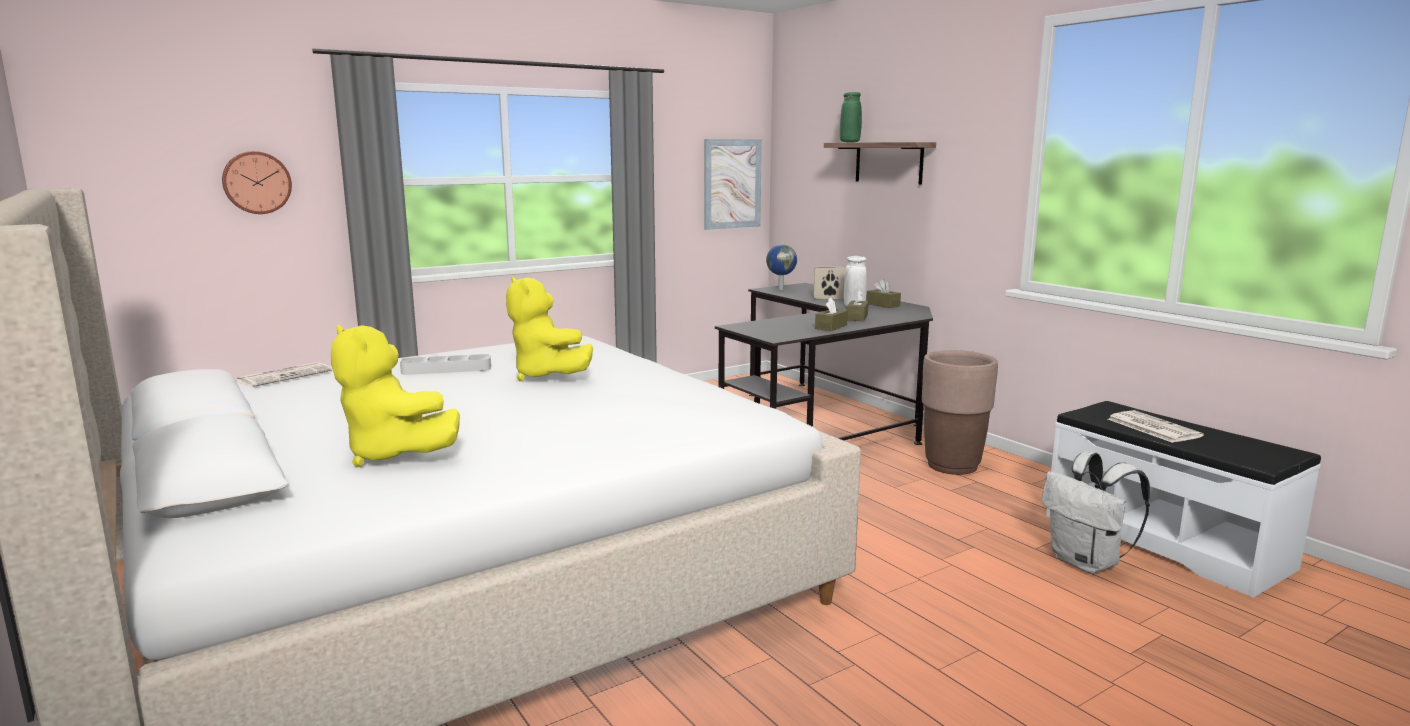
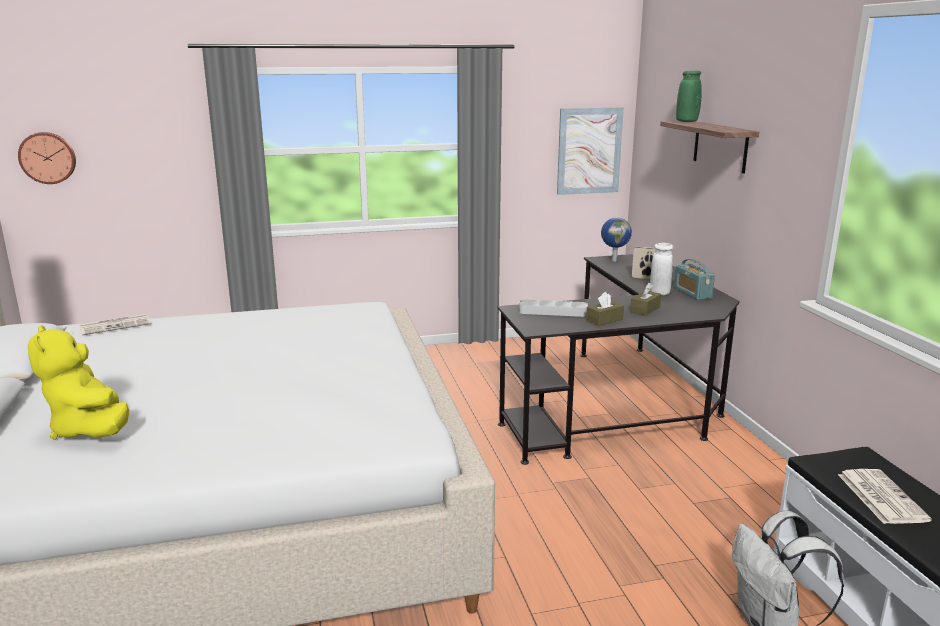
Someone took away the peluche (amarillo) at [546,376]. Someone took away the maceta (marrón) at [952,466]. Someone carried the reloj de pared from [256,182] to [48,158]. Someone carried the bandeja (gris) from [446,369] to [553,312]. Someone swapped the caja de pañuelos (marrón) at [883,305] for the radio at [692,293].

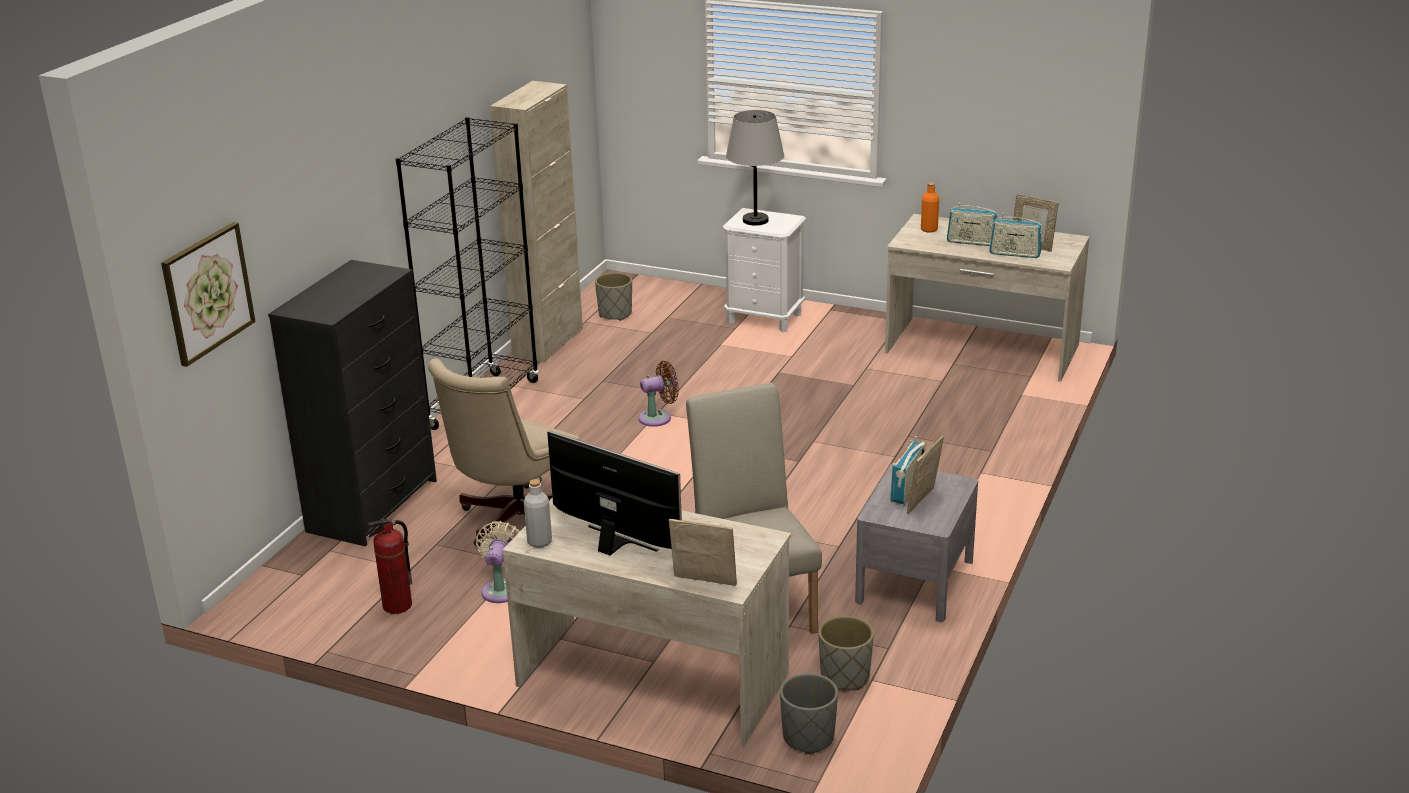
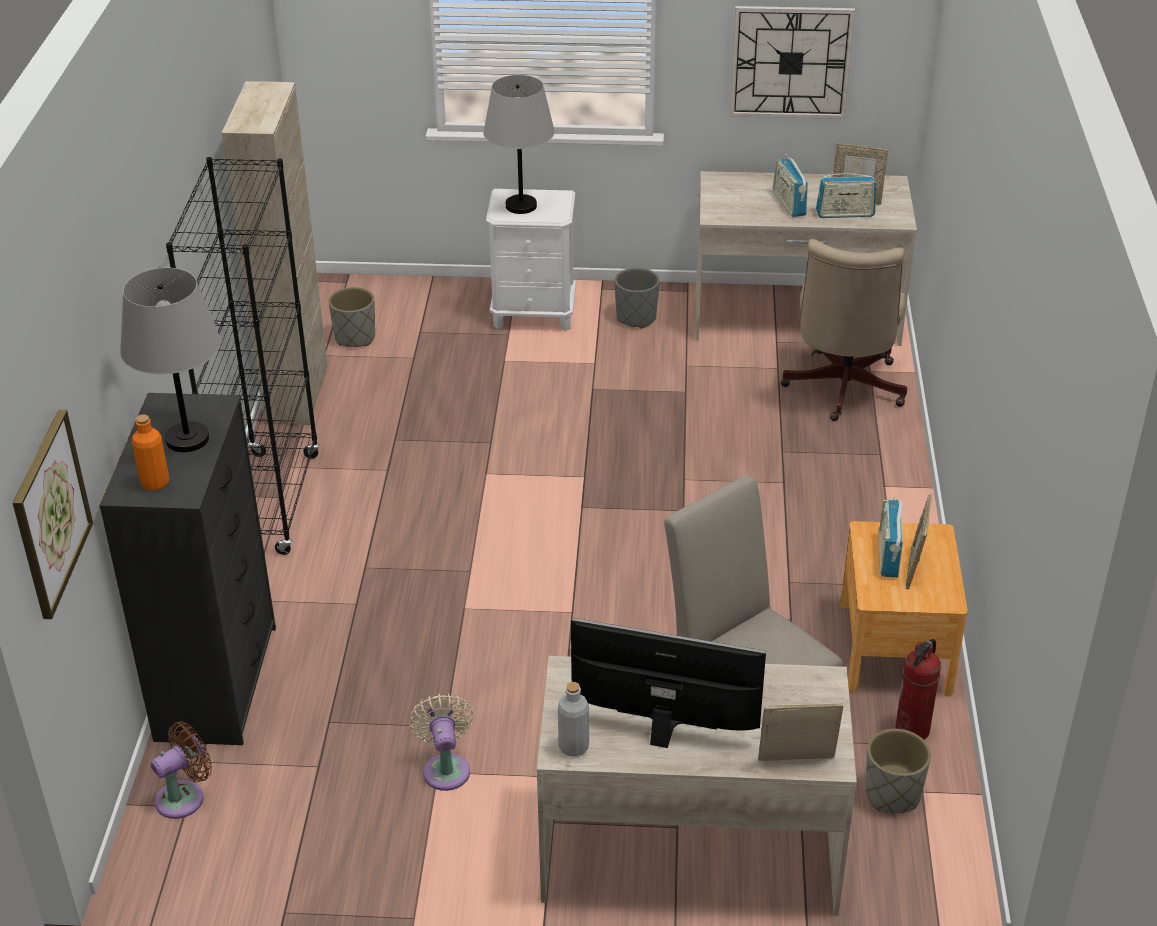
Someone put down the lámpara de mesa (gris) at [188,439]. Someone put up the reloj de pared at [790,62]. Someone carried the extintor from [397,606] to [913,730]. Someone carried the silla de oficina (beis) from [513,523] to [842,390]. Someone carried the ventilador (marrón) from [658,417] to [184,797]. Someone carried the maceta (gris) from [809,737] to [636,318]. Someone carried the botella (naranja) from [929,229] to [155,483]. Someone repainted the mesita de noche (gris) at [915,581], which became the mesita de noche (marrón) at [895,647]. Someone rotated the radio at [971,242] by 75 degrees clockwise.

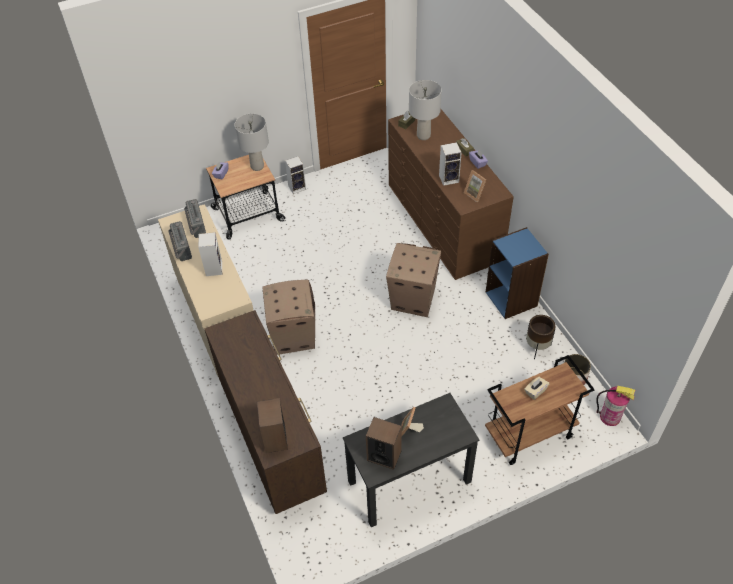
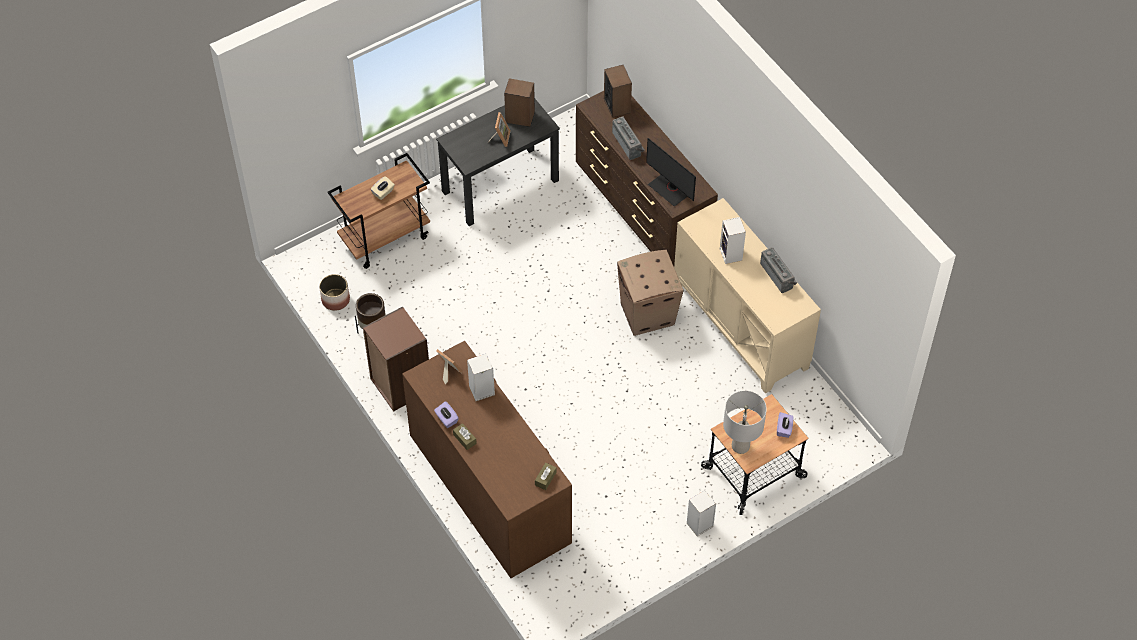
Someone took away the caja de cartón at [412,299]. Someone took away the lámpara de mesa (gris) at [423,135]. Someone took away the extintor at [610,417]. Someone put down the monitor at [670,189]. Someone carried the radio from [195,225] to [628,143]. Someone repainted the estantería (azul) at [511,299], which became the estantería (marrón) at [400,385].

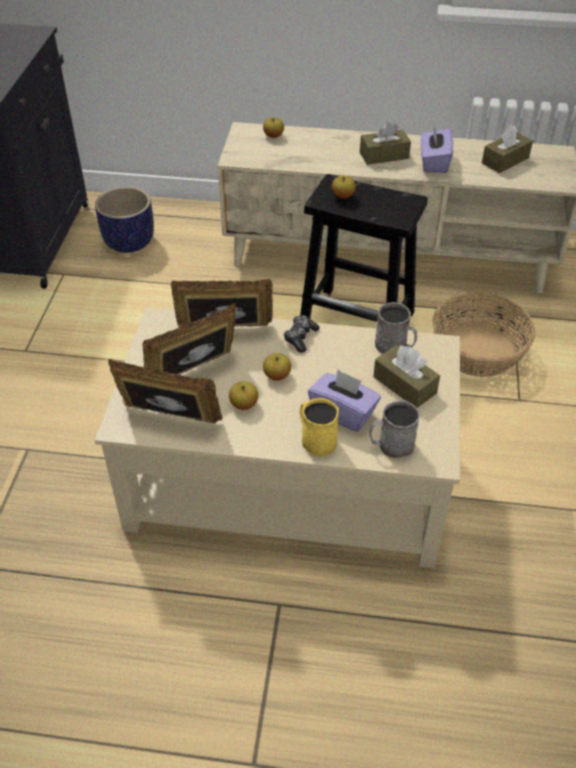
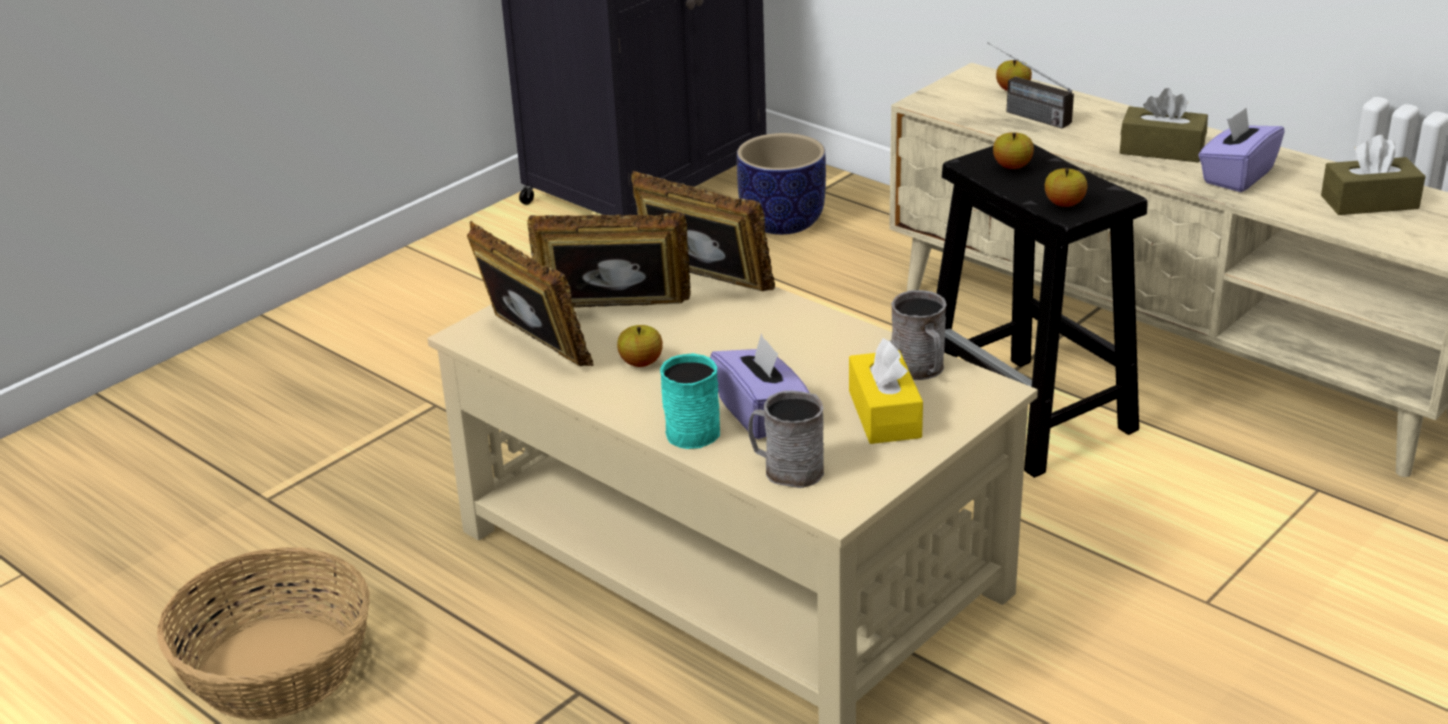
Someone took away the mando de consola at [300,337]. Someone put down the radio at [1022,113]. Someone carried the manzana from [277,375] to [1064,204]. Someone carried the cesta from [478,350] to [278,667]. Someone repainted the taza grande (amarillo) at [315,439], which became the taza grande (turquesa) at [691,428]. Someone repainted the caja de pañuelos (marrón) at [404,385], which became the caja de pañuelos (amarillo) at [884,414].

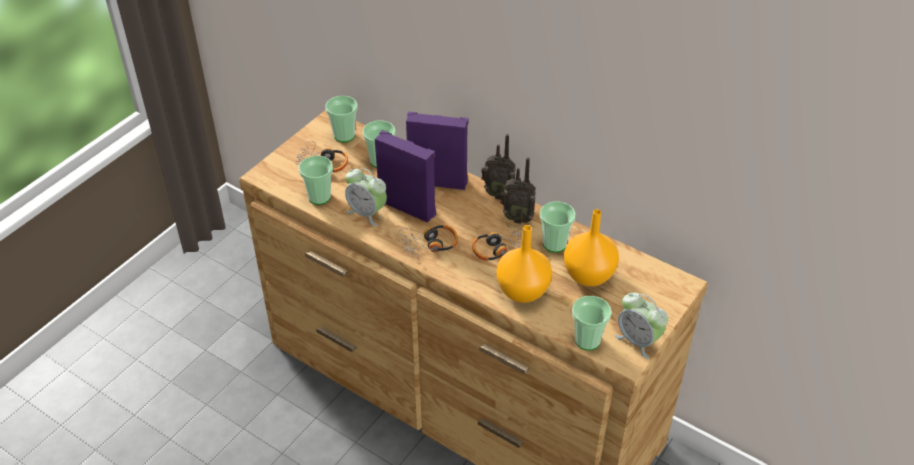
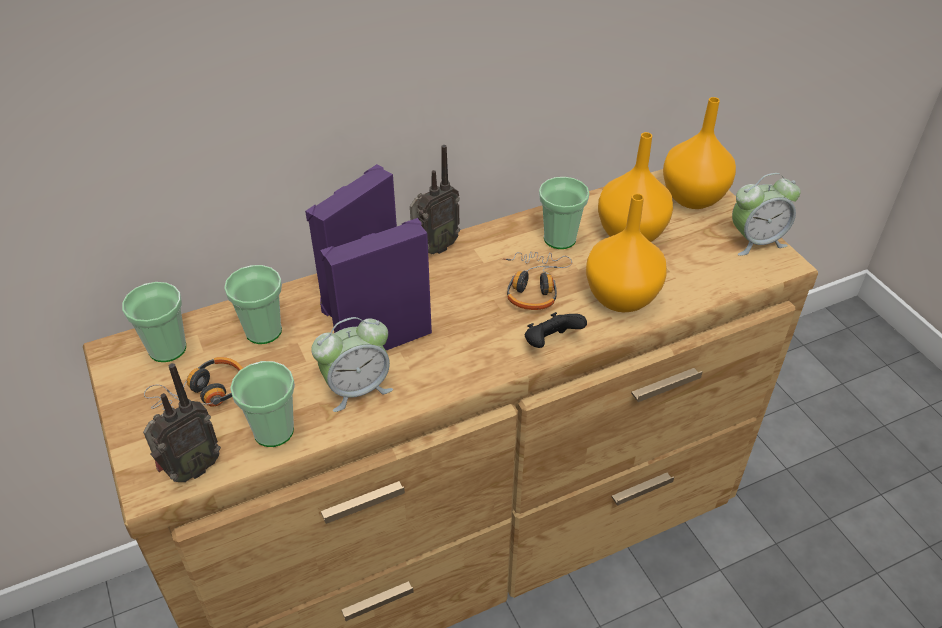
Someone took away the auriculares at [429,245]. Someone took away the taza at [587,340]. Someone put down the mando de consola (negro) at [550,343]. Someone put down the florero (naranja) at [692,197]. Someone carried the radio from [517,218] to [190,469].

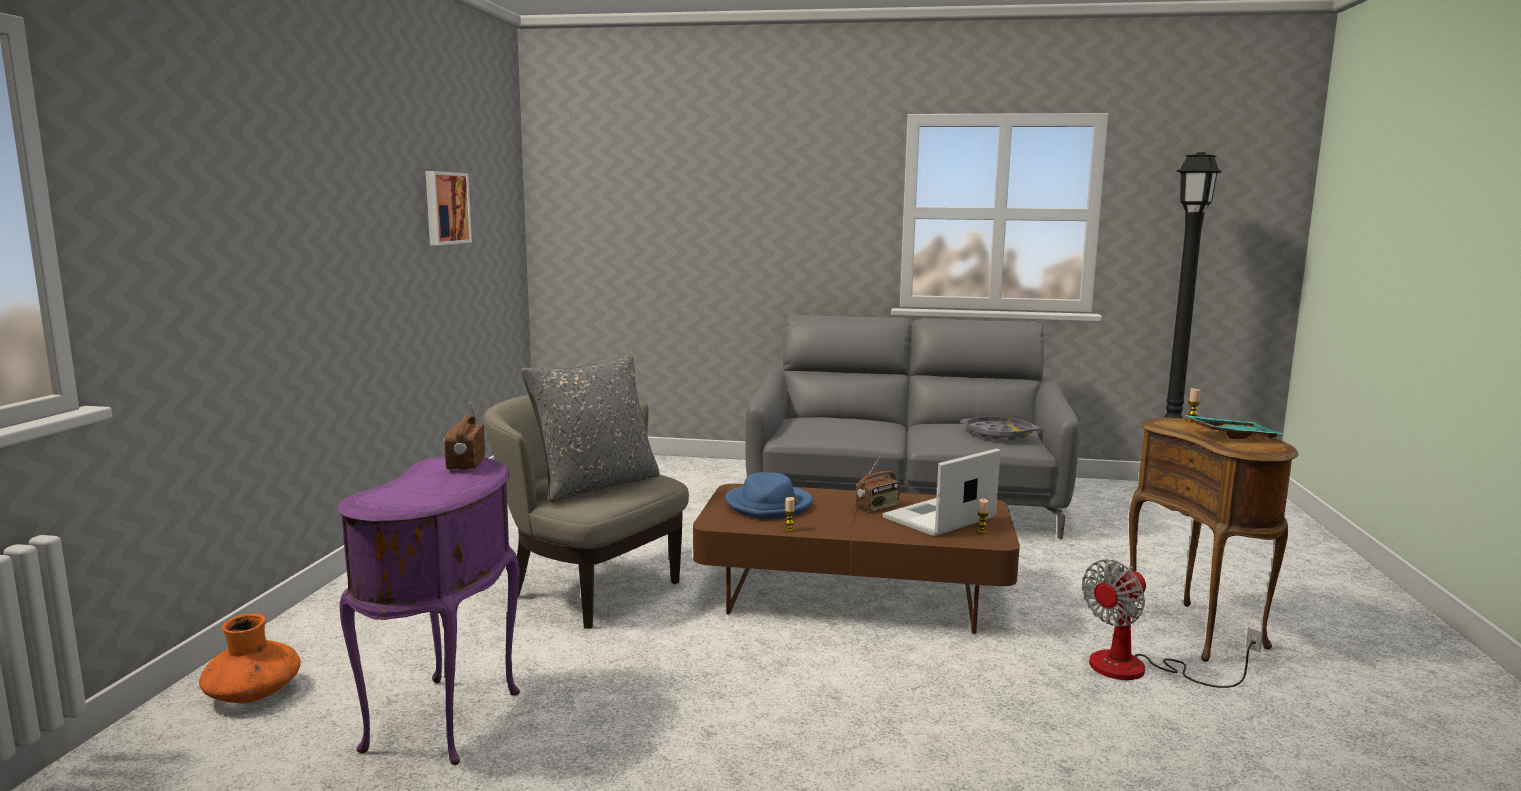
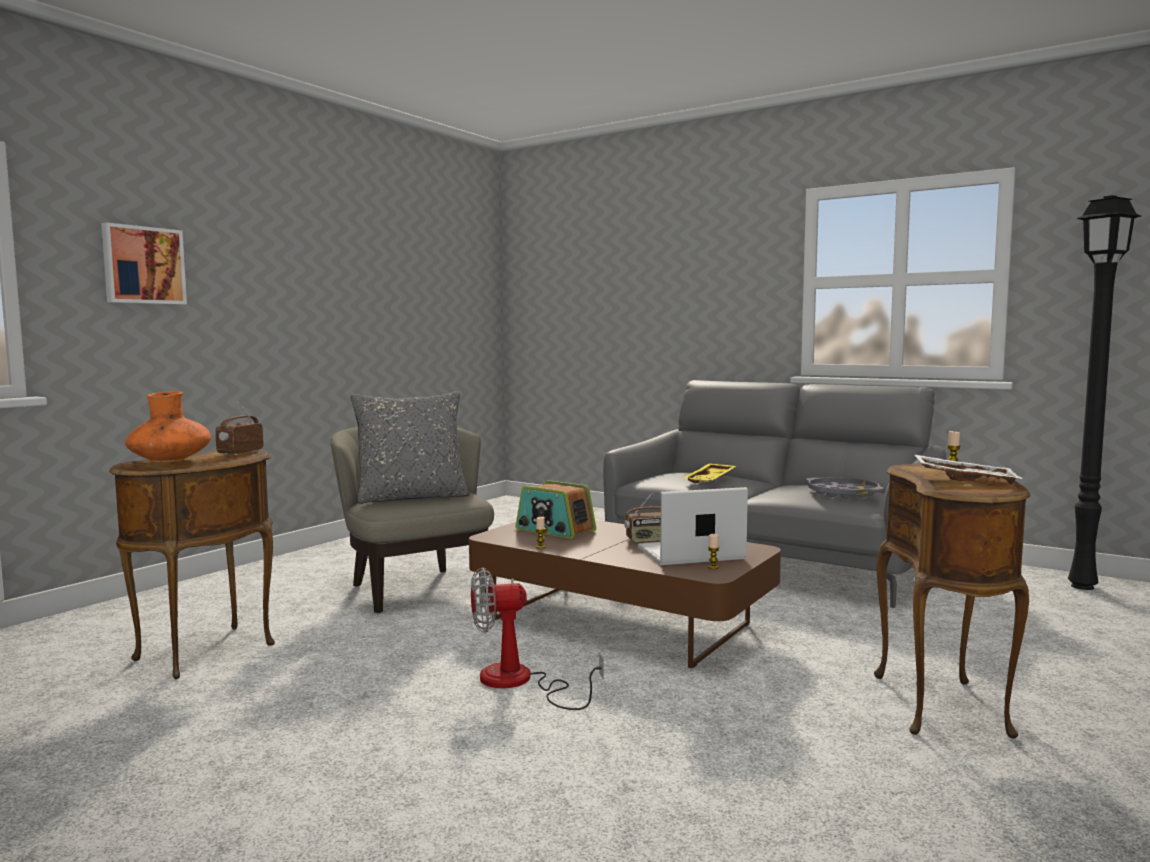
Someone put down the bandeja (amarillo) at [711,480]. Someone carried the florero (naranja) from [253,694] to [170,461]. Someone carried the cuadro from [445,208] to [143,265]. Someone carried the ventilador from [1139,669] to [519,682]. Someone swapped the sombrero (azul) at [769,505] for the radio at [555,530]. Someone repainted the mesa auxiliar (morado) at [449,721], which became the mesa auxiliar (marrón) at [208,653]. Someone repainted the bandeja (turquesa) at [1230,436], which became the bandeja (blanco) at [965,479].

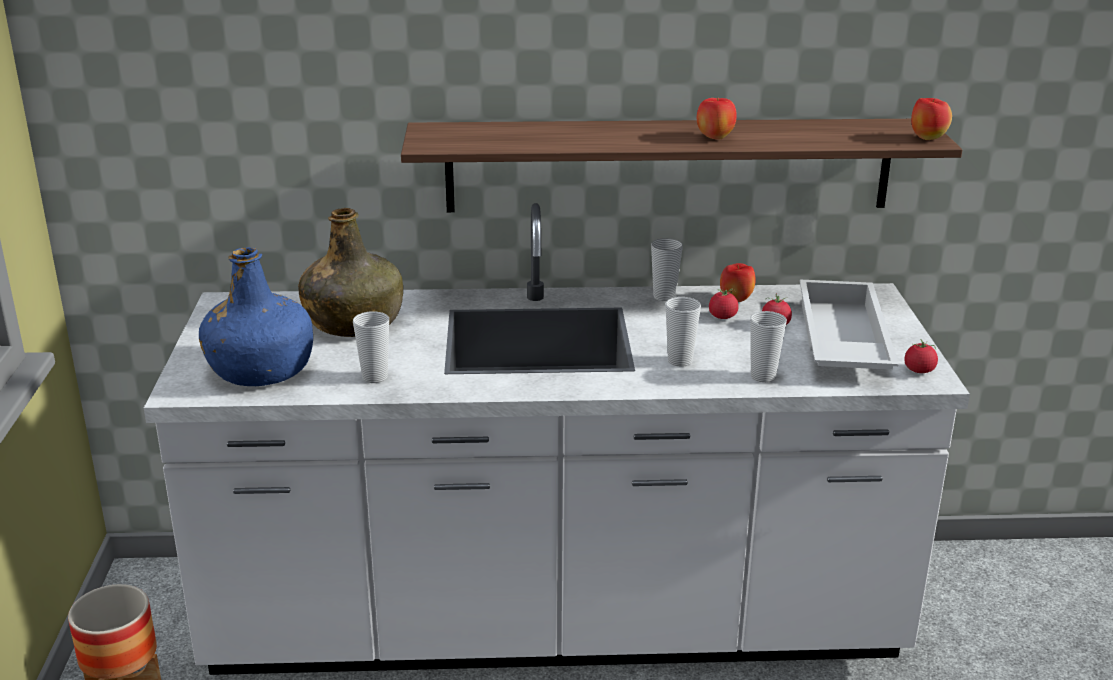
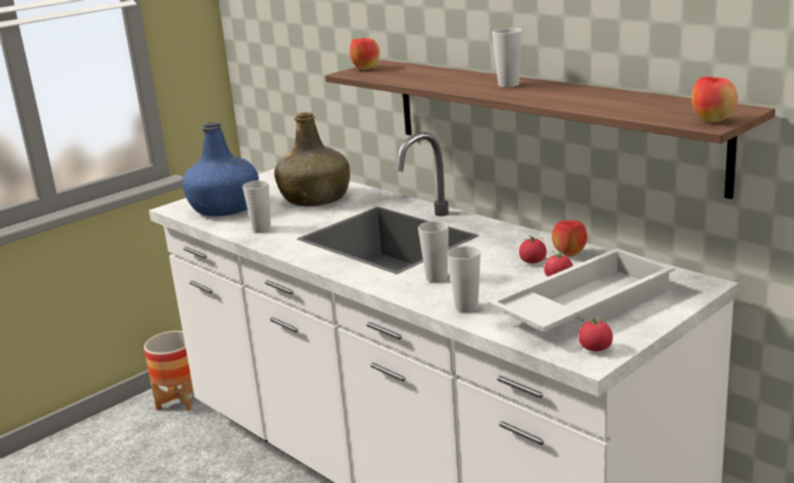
Someone carried the taza from [664,297] to [508,85]. Someone carried the manzana from [715,138] to [365,69].

